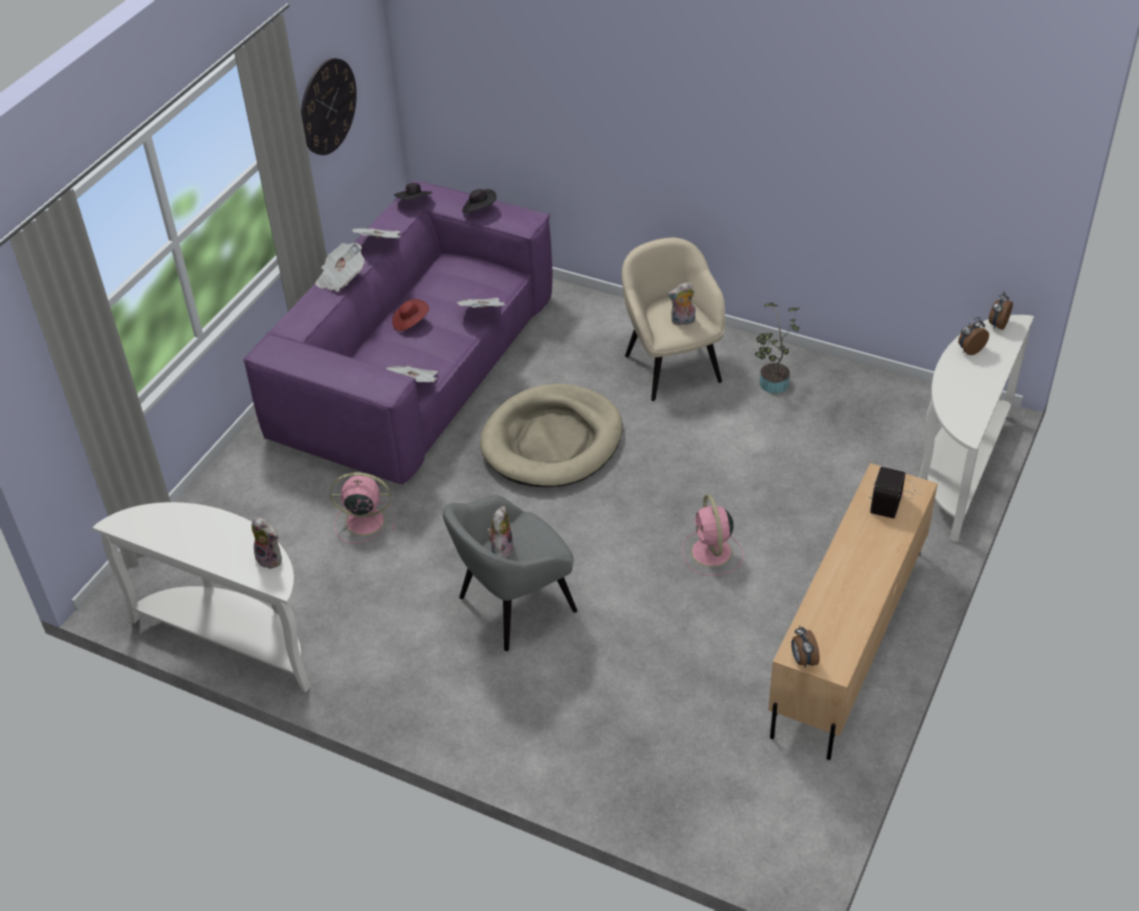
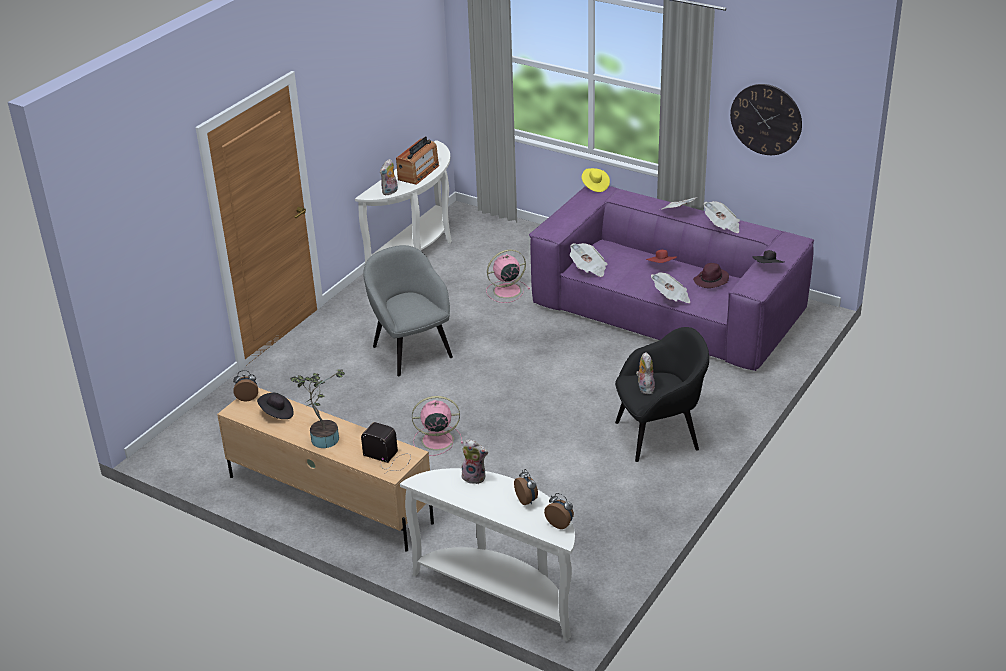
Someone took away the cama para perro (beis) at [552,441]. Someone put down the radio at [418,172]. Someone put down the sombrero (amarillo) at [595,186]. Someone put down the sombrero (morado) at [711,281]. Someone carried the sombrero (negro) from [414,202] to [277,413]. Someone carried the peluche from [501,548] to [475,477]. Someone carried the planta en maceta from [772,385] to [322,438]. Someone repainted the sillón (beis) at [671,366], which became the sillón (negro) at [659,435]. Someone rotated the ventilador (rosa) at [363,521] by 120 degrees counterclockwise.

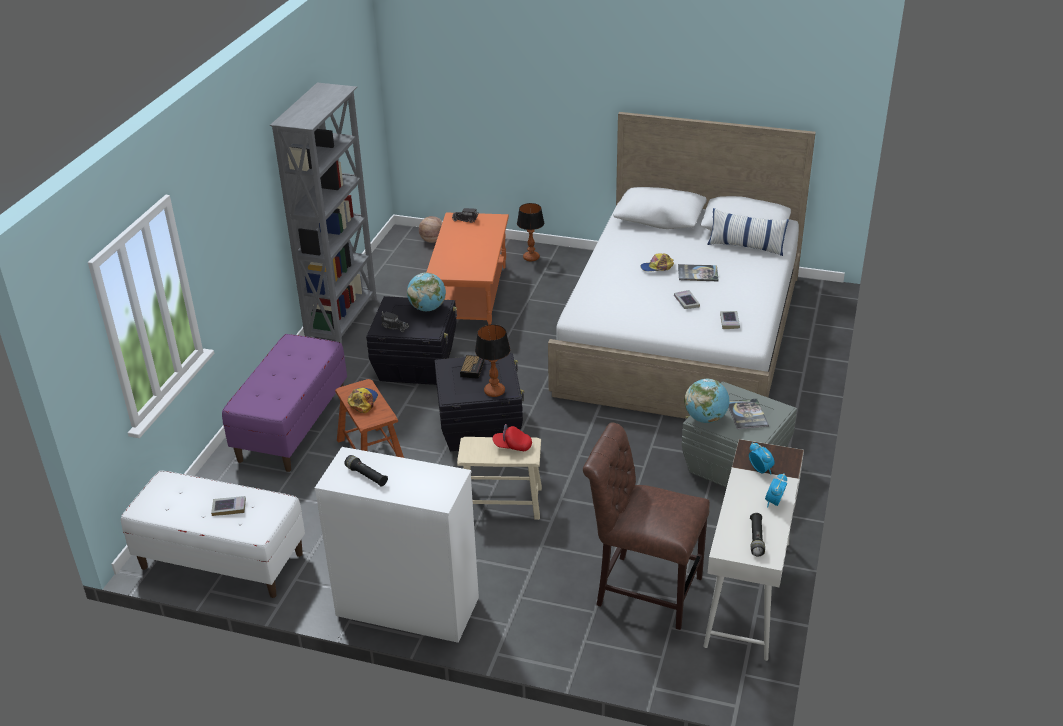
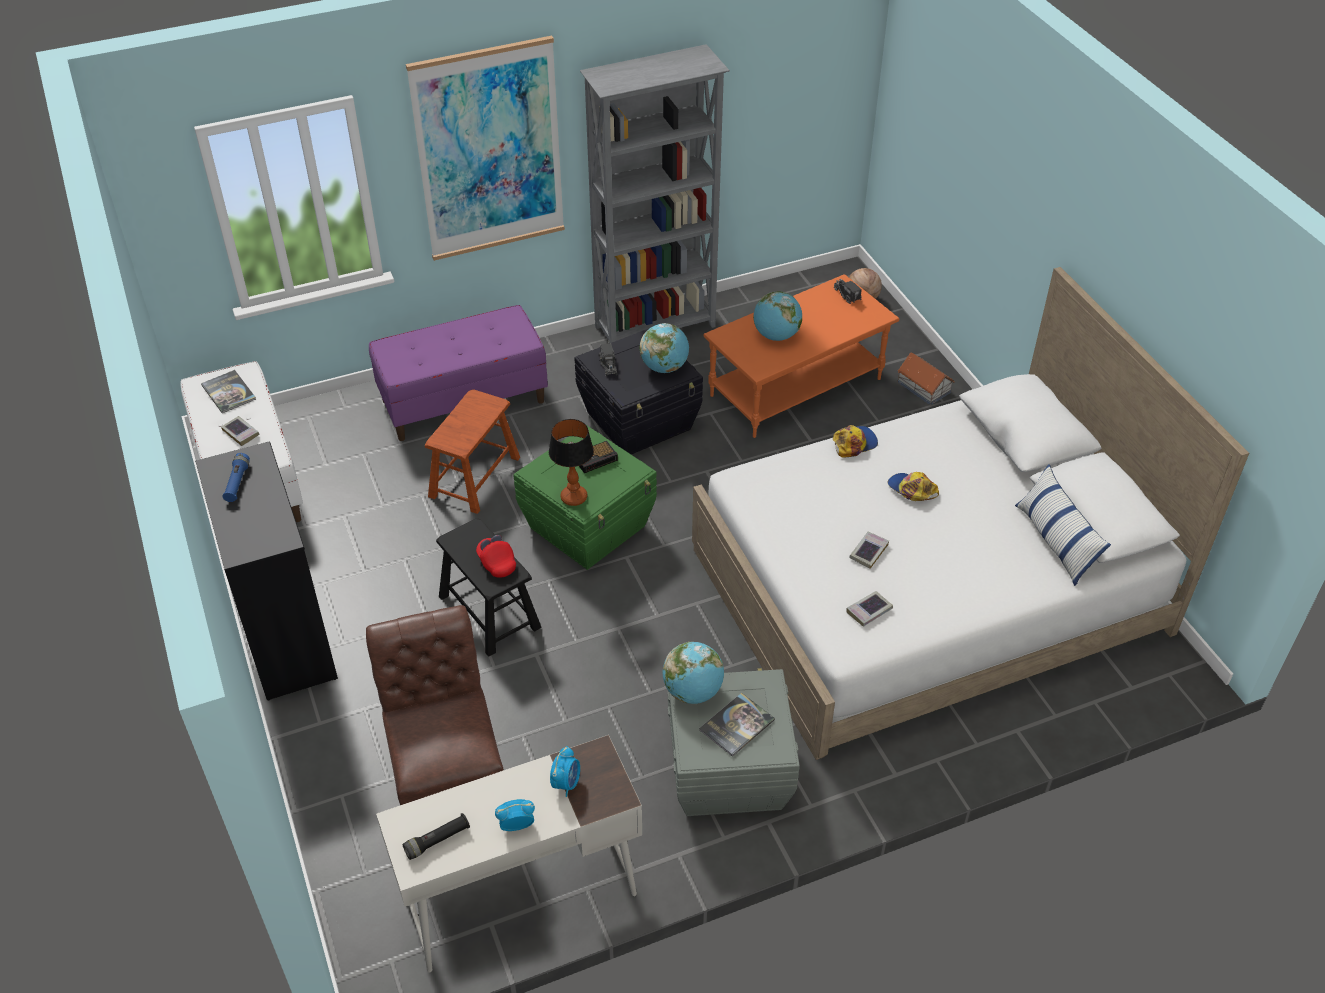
Someone put up the cuadro at [489,151]. Someone put down the globo terráqueo at [776,336]. Someone carried the gorra from [362,401] to [854,443]. Someone carried the libro from [697,273] to [228,392]. Someone swapped the lámpara de mesa at [531,257] for the casita at [923,386]. Someone repainted the cómoda (blanco) at [408,607], which became the cómoda (negro) at [287,636]. Someone repainted the linterna (negro) at [366,476], which became the linterna (azul) at [237,483]. Someone repainted the caja de almacenaje (negro) at [480,427], which became the caja de almacenaje (verde) at [589,527]. Someone repainted the taburete (beis) at [501,502], which became the taburete (negro) at [489,612].

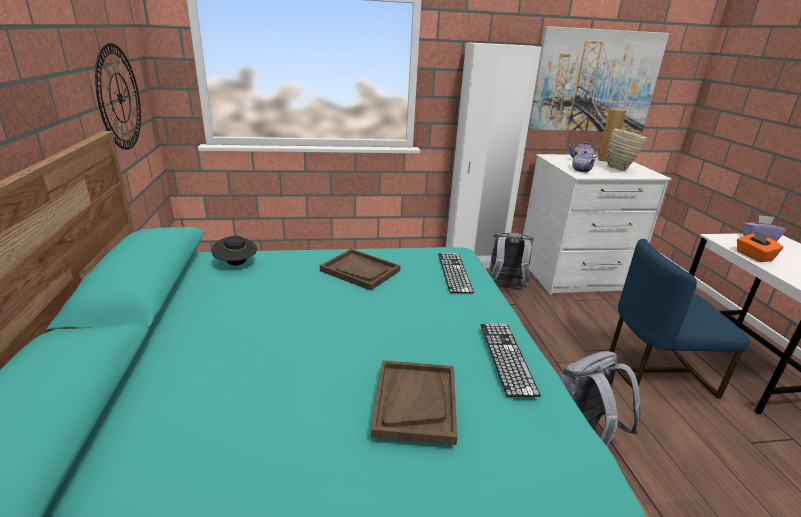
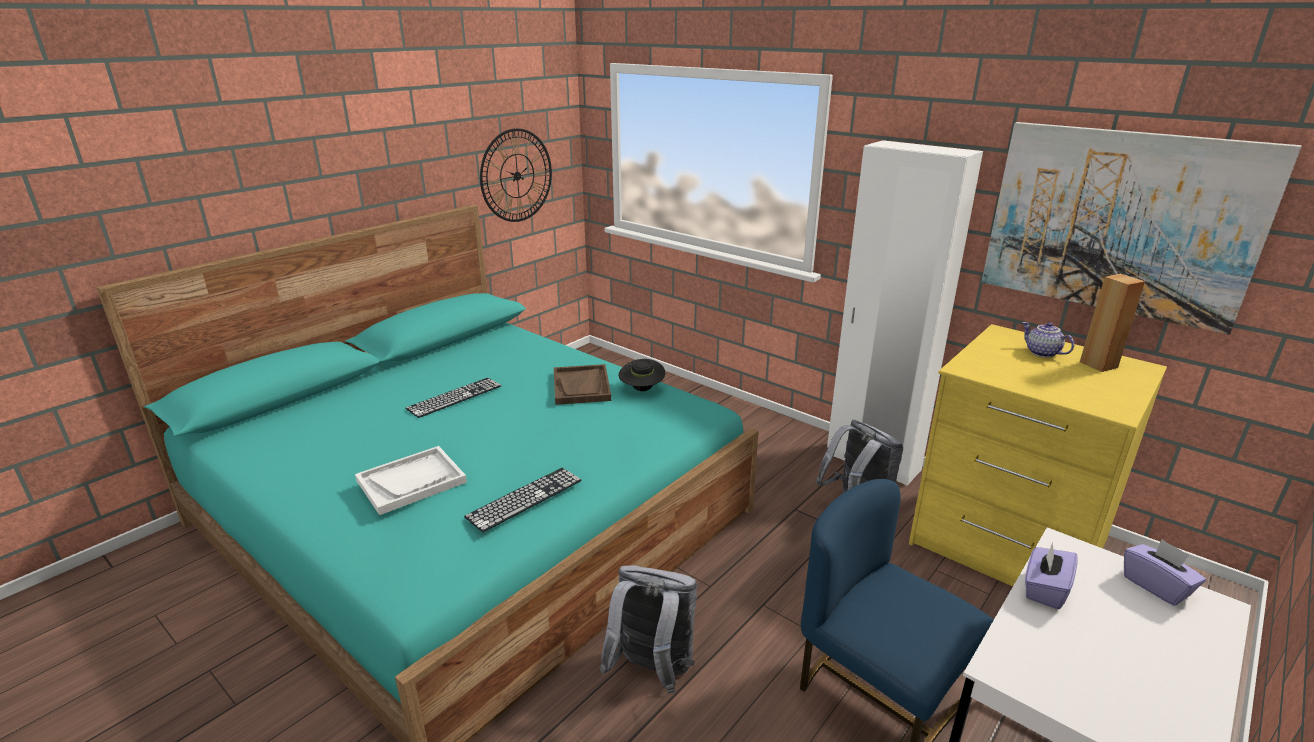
Someone took away the tetera at [582,170]. Someone took away the florero (beis) at [620,170]. Someone carried the sombrero (negro) from [236,264] to [642,389]. Someone carried the teclado from [454,272] to [454,397]. Someone repainted the bandeja (marrón) at [415,402], which became the bandeja (blanco) at [411,481]. Someone repainted the cómoda (blanco) at [574,274], which became the cómoda (amarillo) at [1006,543]. Someone repainted the caja de pañuelos (naranja) at [753,256], which became the caja de pañuelos (morado) at [1044,589].

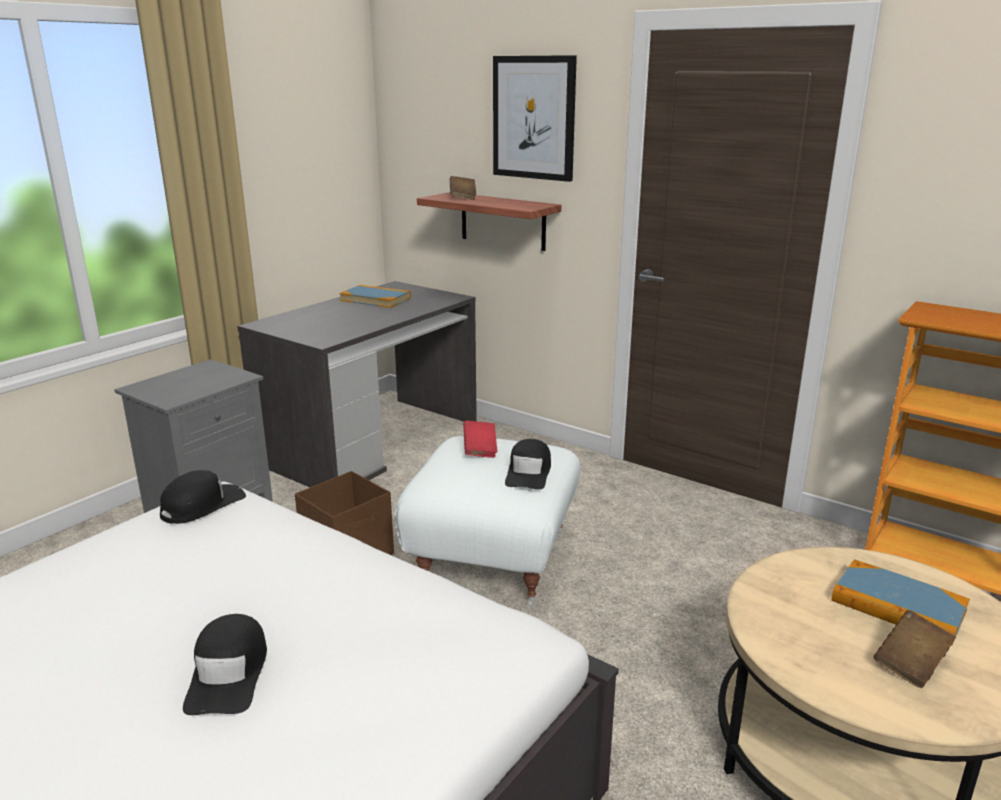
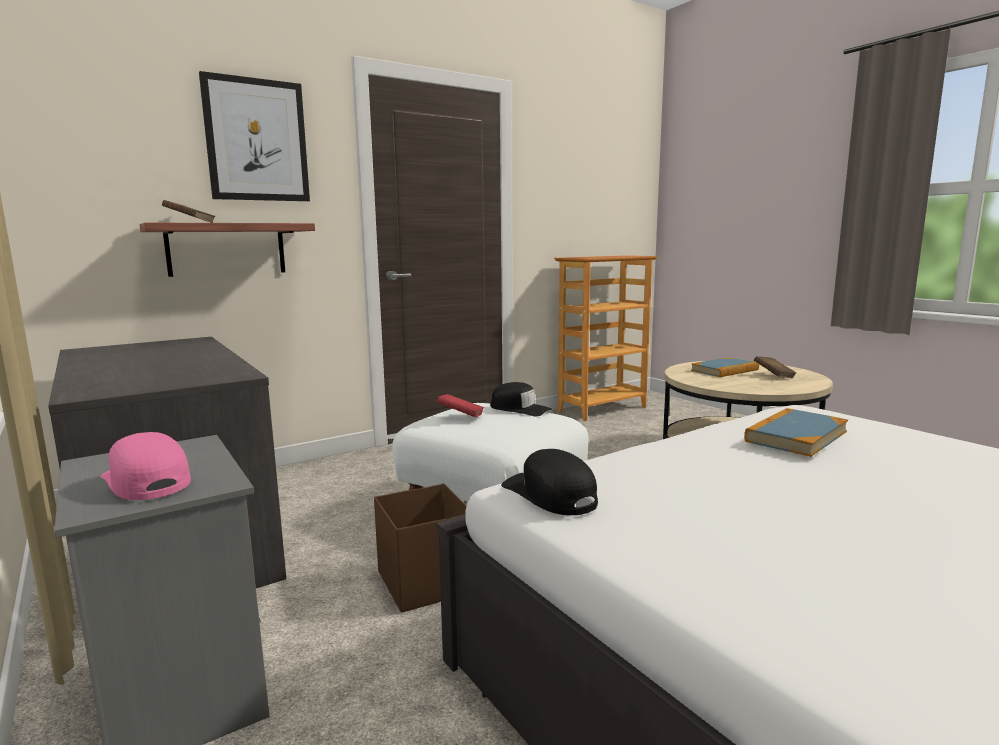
Someone took away the gorra (negro) at [229,674]. Someone put down the gorra (rosa) at [146,481]. Someone carried the libro from [375,299] to [796,436].

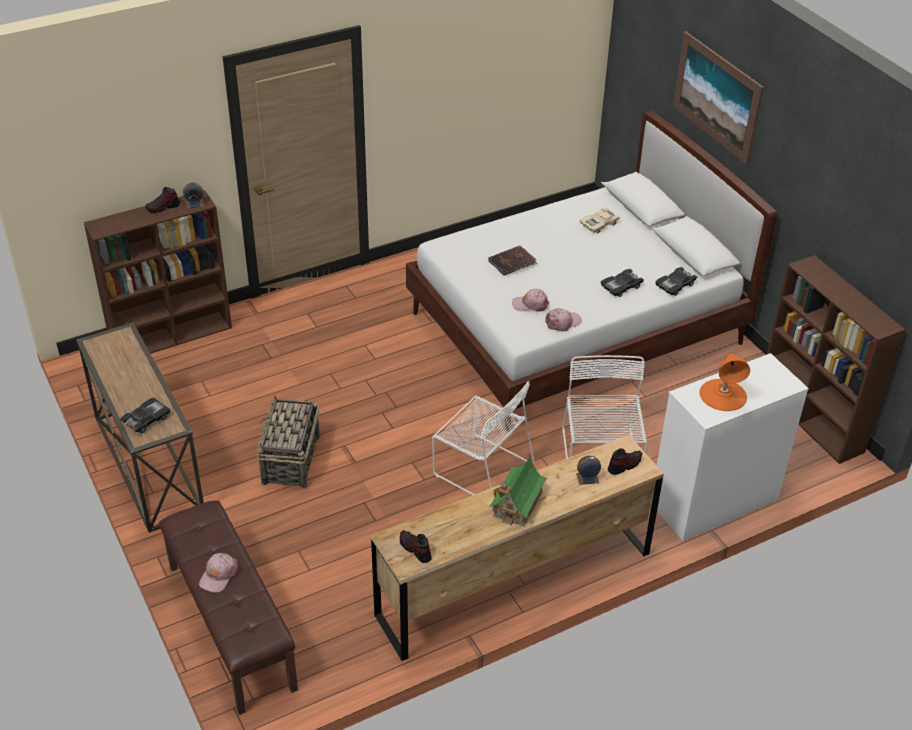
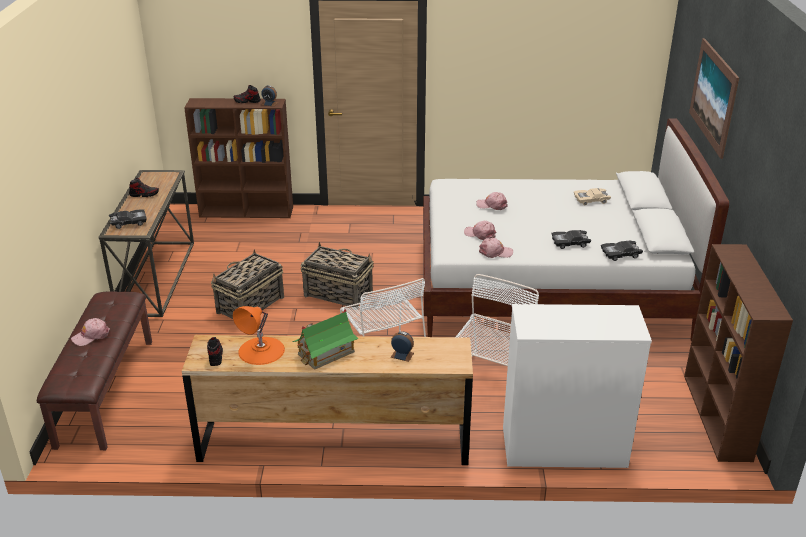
Someone put down the cesta at [337,293]. Someone carried the zapato from [624,465] to [144,194]. Someone carried the lámpara de mesa (naranja) from [723,395] to [261,350]. Someone swapped the libro (marrón) at [512,262] for the gorra (rosa) at [492,205].

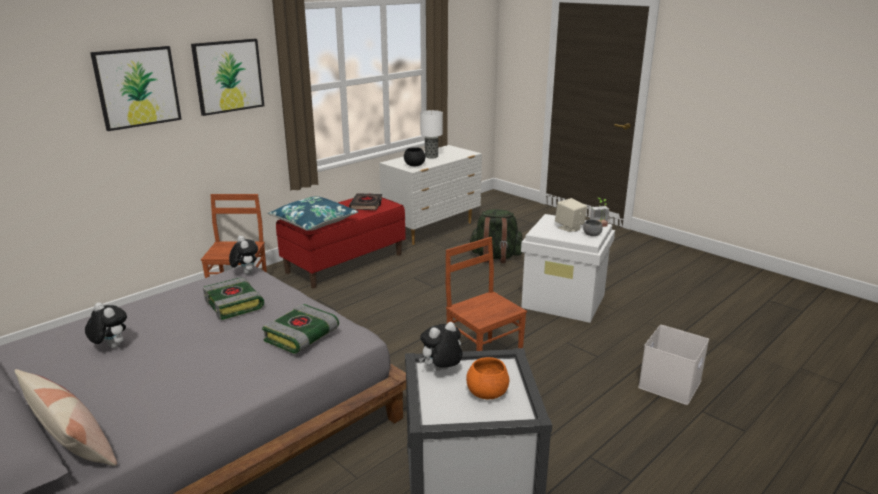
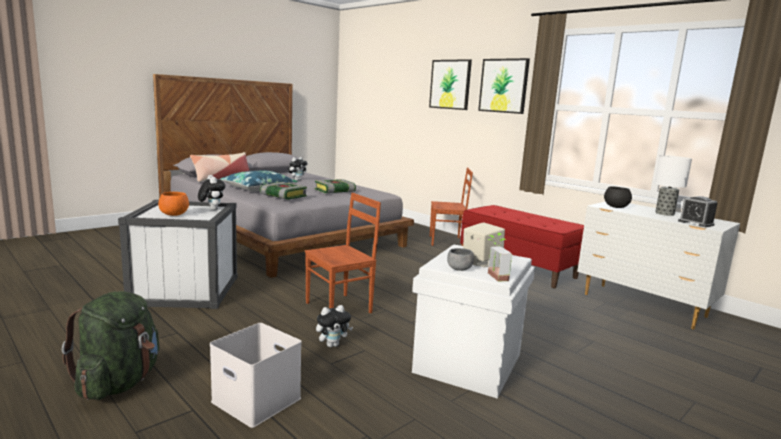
Someone took away the libro (negro) at [366,204]. Someone put down the despertador at [695,223]. Someone carried the peluche from [245,273] to [332,345]. Someone carried the cojín (azul) from [313,222] to [259,189]. Someone carried the mochila (verde) from [495,257] to [119,382].

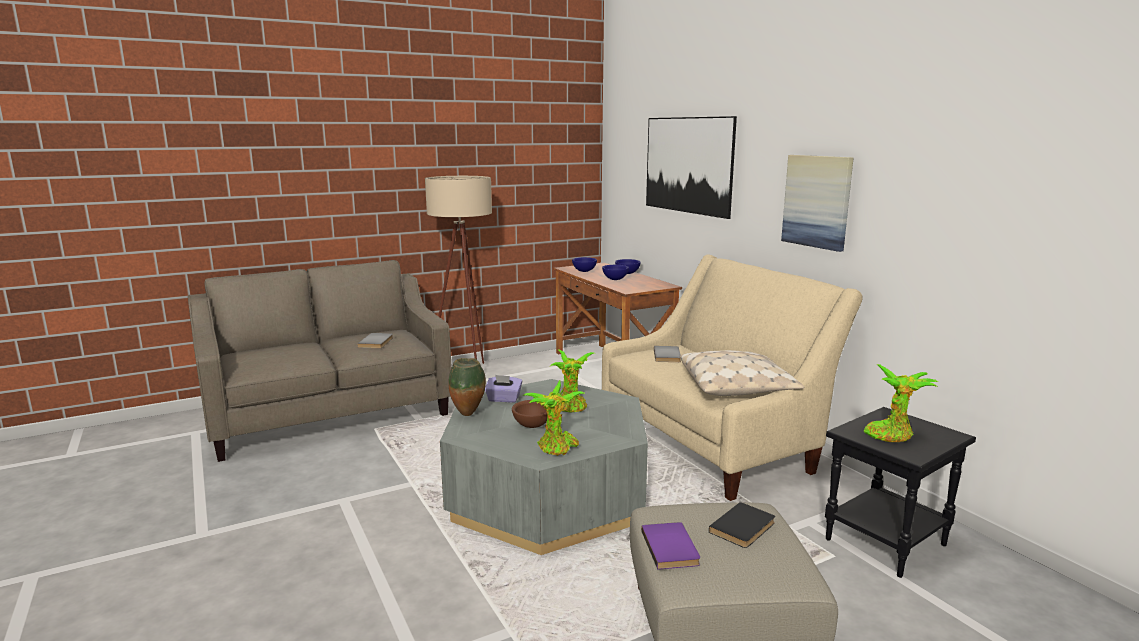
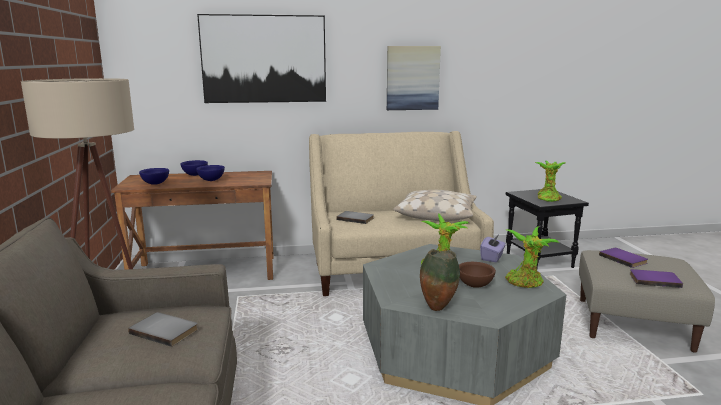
Someone carried the caja de pañuelos (morado) from [503,399] to [492,257]. Someone repainted the libro (negro) at [744,528], which became the libro (morado) at [624,259].

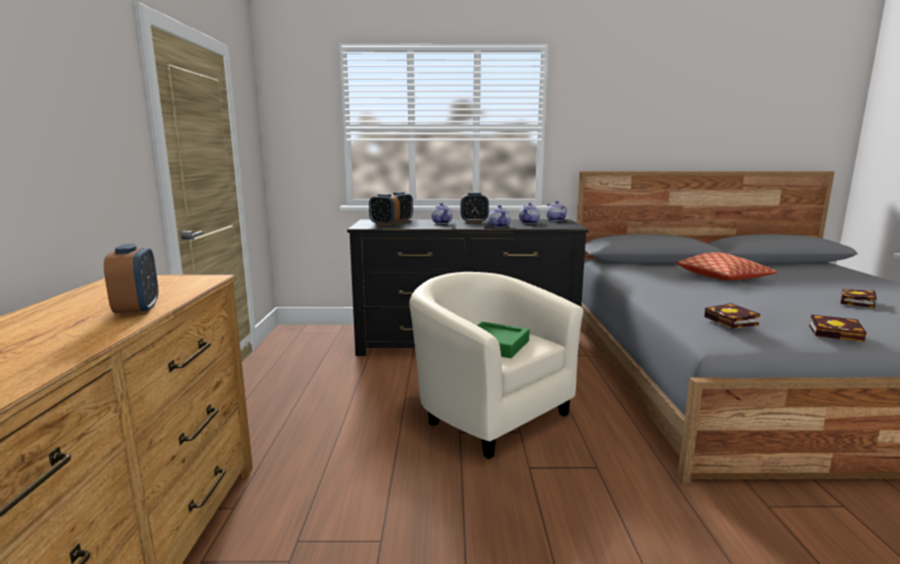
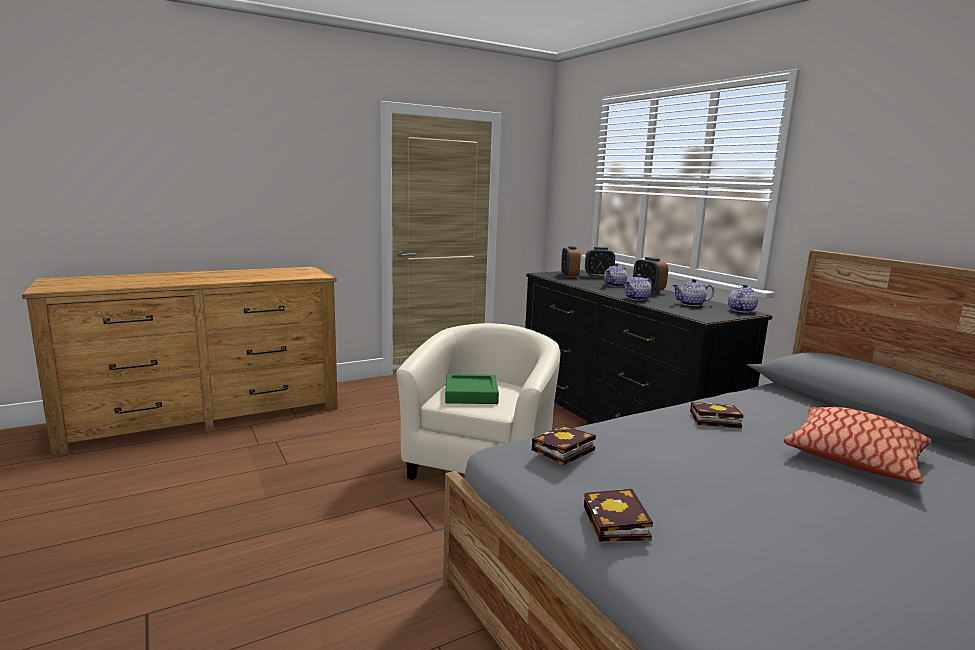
Someone took away the despertador at [138,310]. Someone carried the libro from [858,302] to [712,419].

